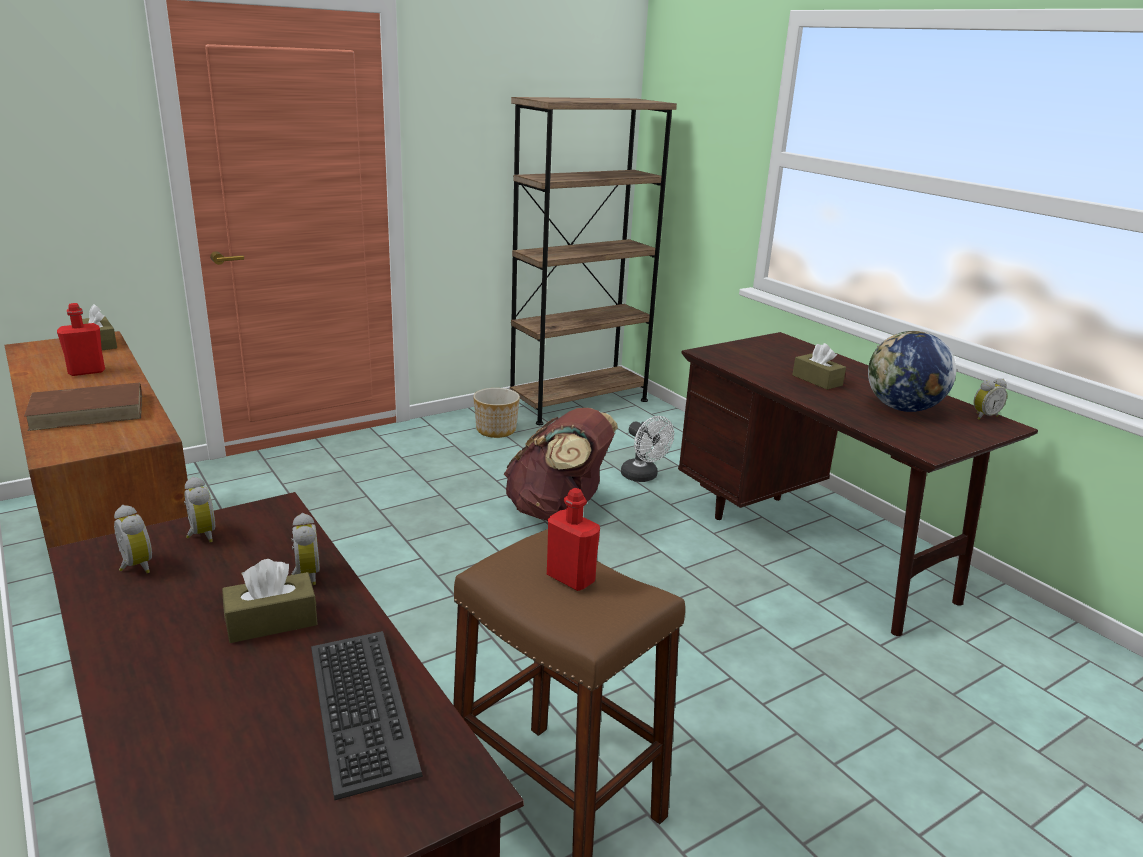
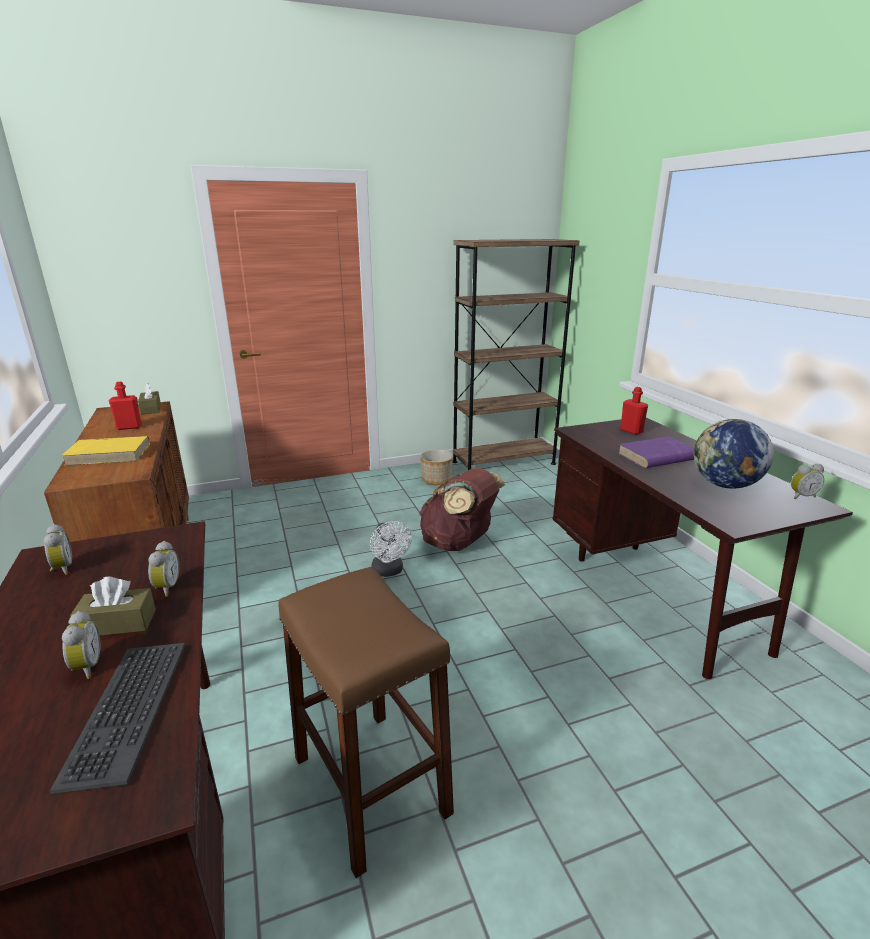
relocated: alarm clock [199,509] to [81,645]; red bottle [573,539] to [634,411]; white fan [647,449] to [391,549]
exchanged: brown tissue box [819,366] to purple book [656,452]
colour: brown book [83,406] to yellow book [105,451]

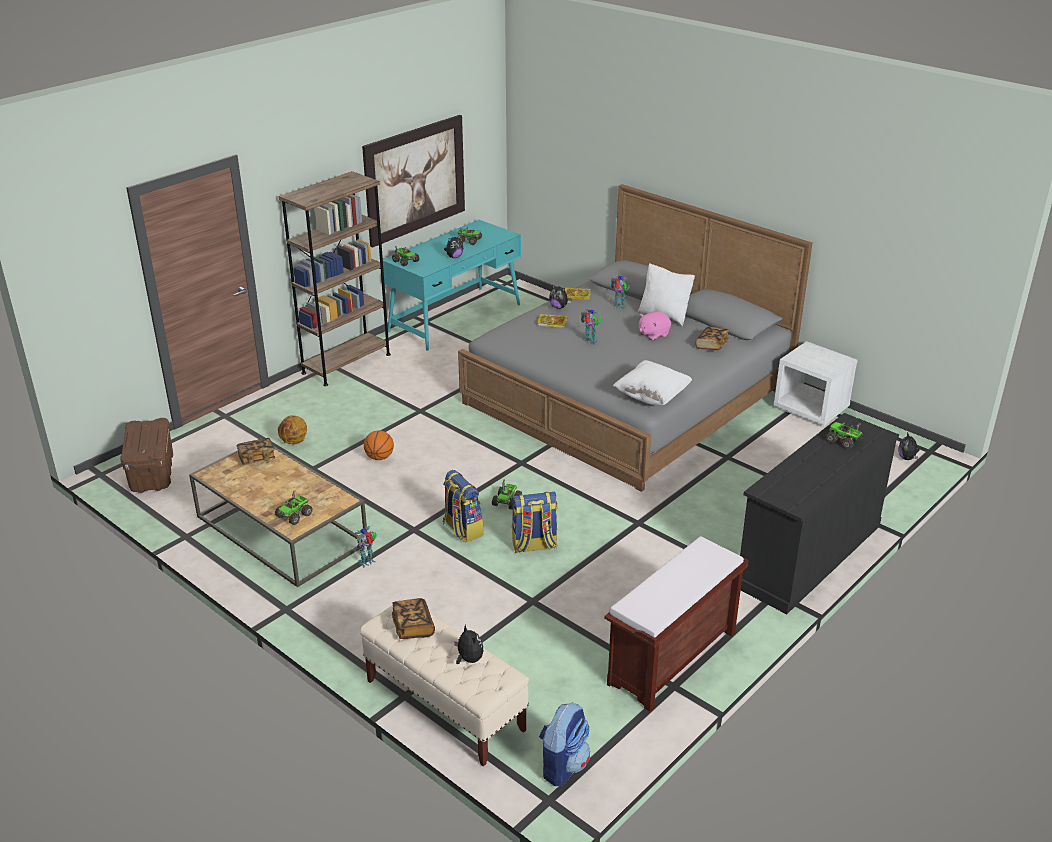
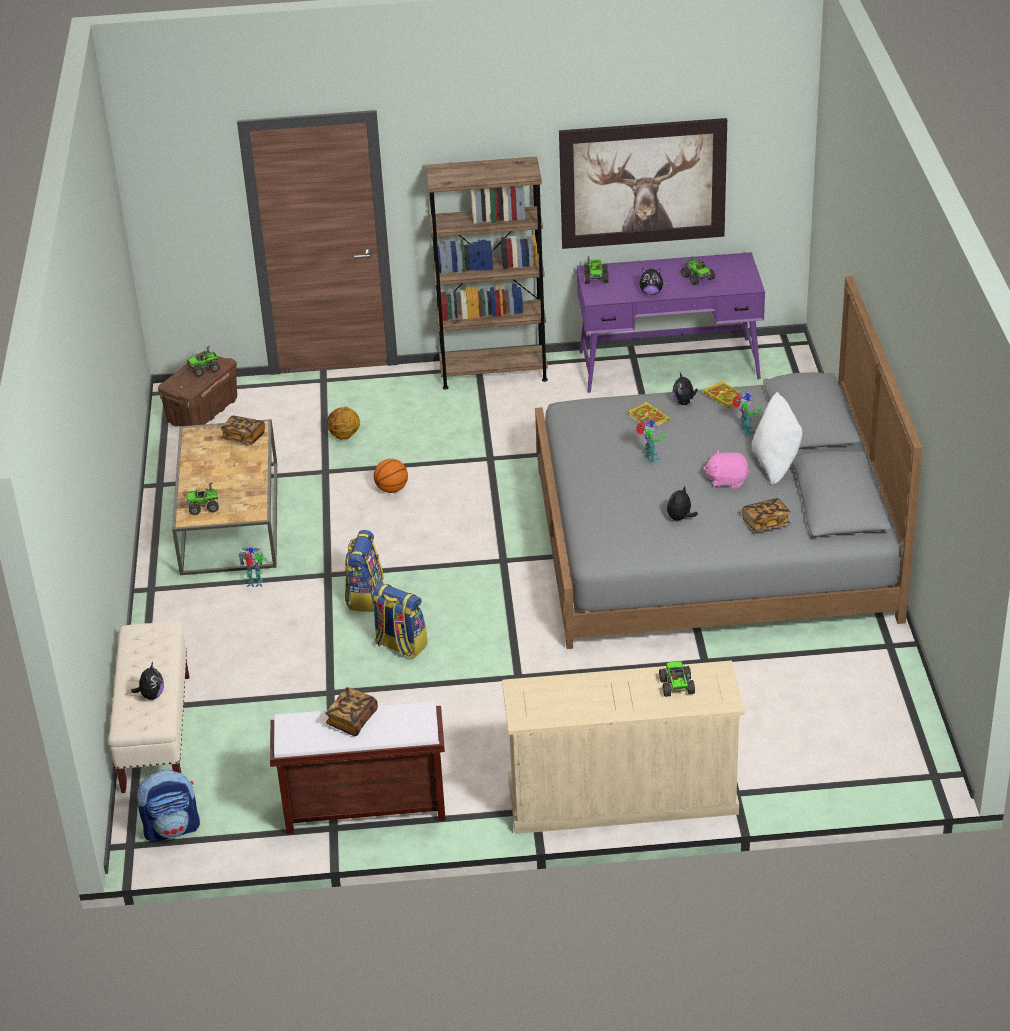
missing: white pillow [652,383]; white nightstand [816,383]
relocated: book [413,618] to [351,711]; toy truck [507,494] to [203,361]; plush toy [909,446] to [682,503]
colour: turquoise desk [452,285] to purple desk [671,322]; black dresser [819,513] to beige dresser [623,747]

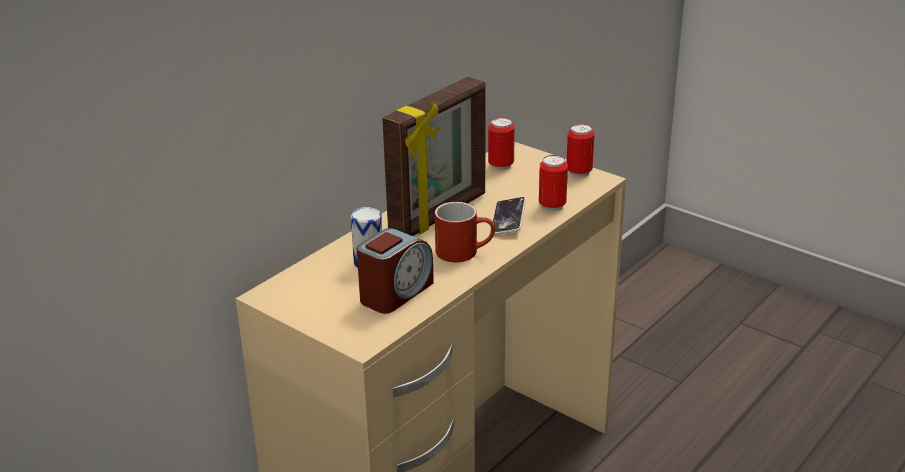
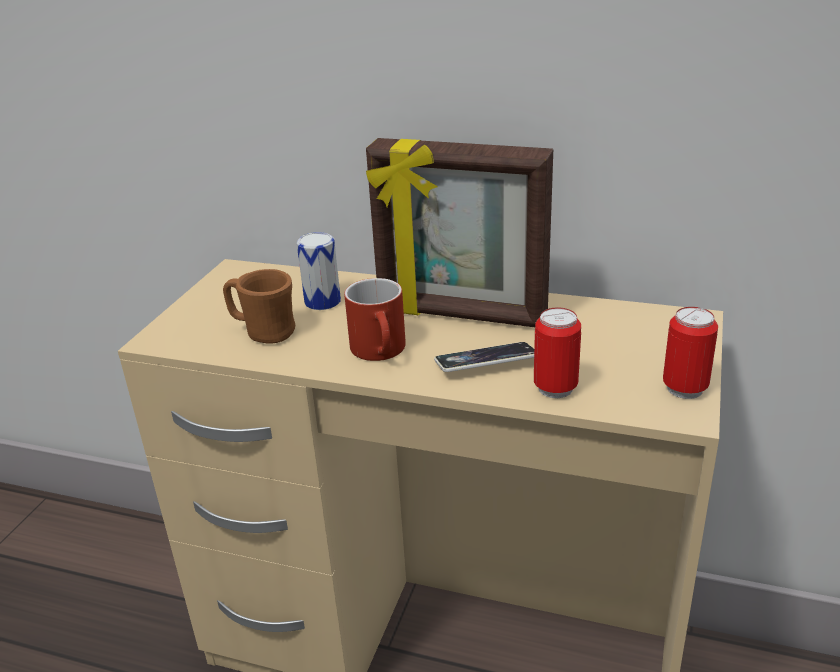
missing: can [501,144]
exchanged: alarm clock [395,271] to brown mug [259,306]

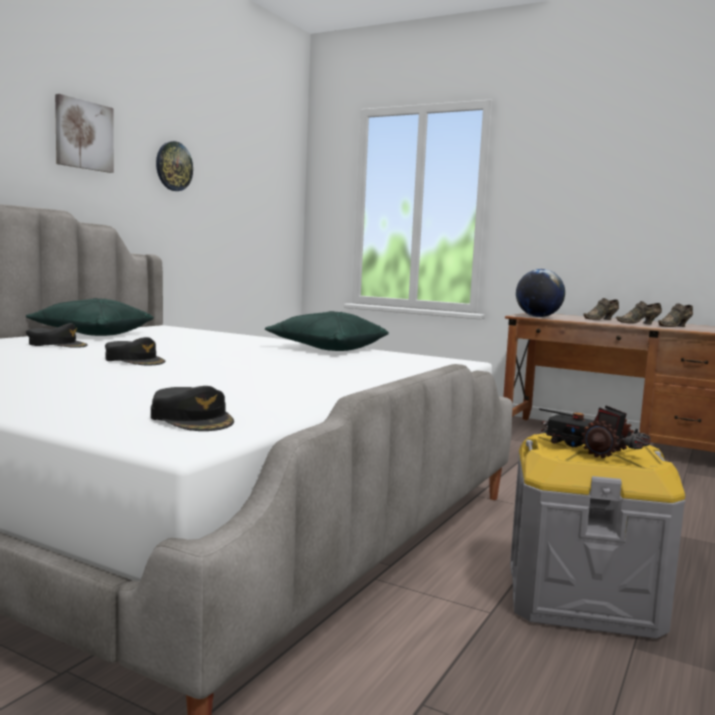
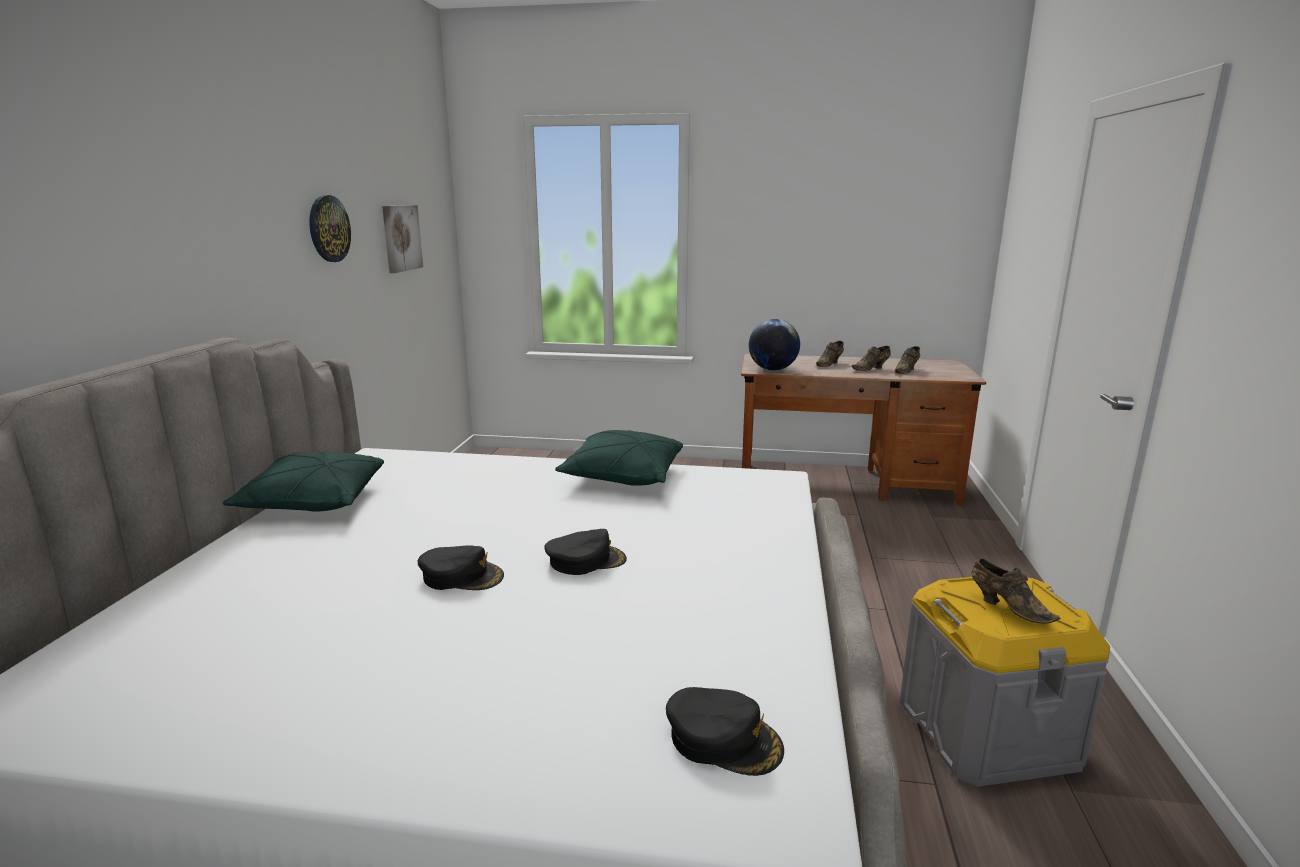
relocated: black cap [57,335] to [585,552]; picture [84,133] to [402,239]
exchanged: toy truck [595,432] to brown shoe [1016,591]

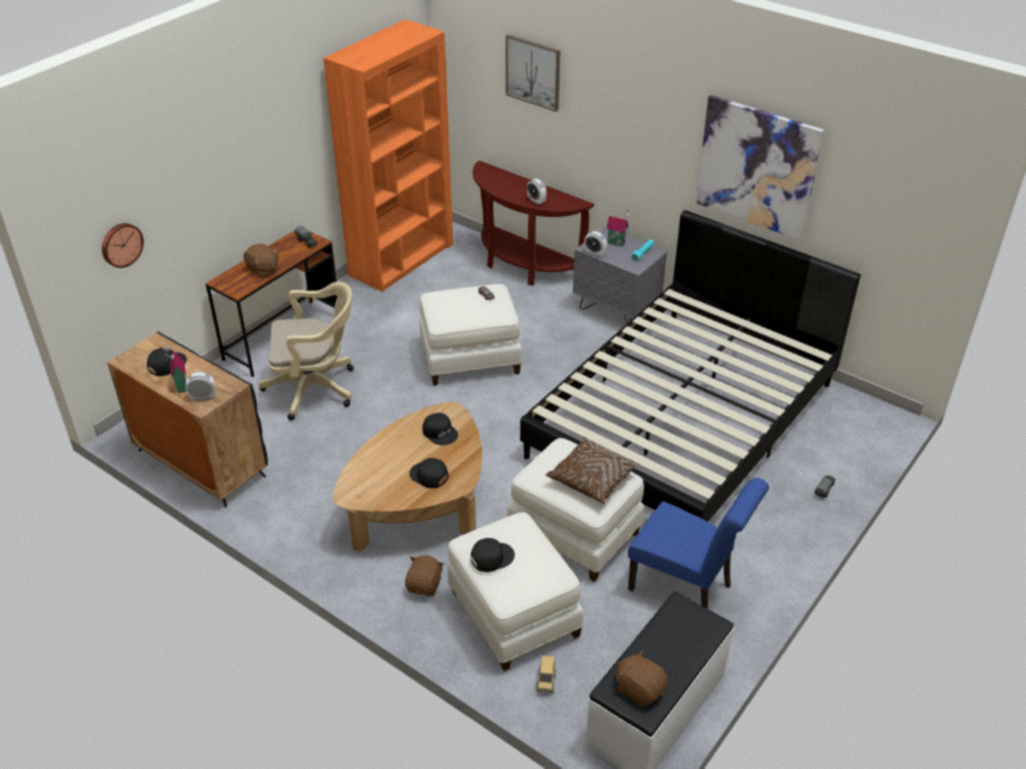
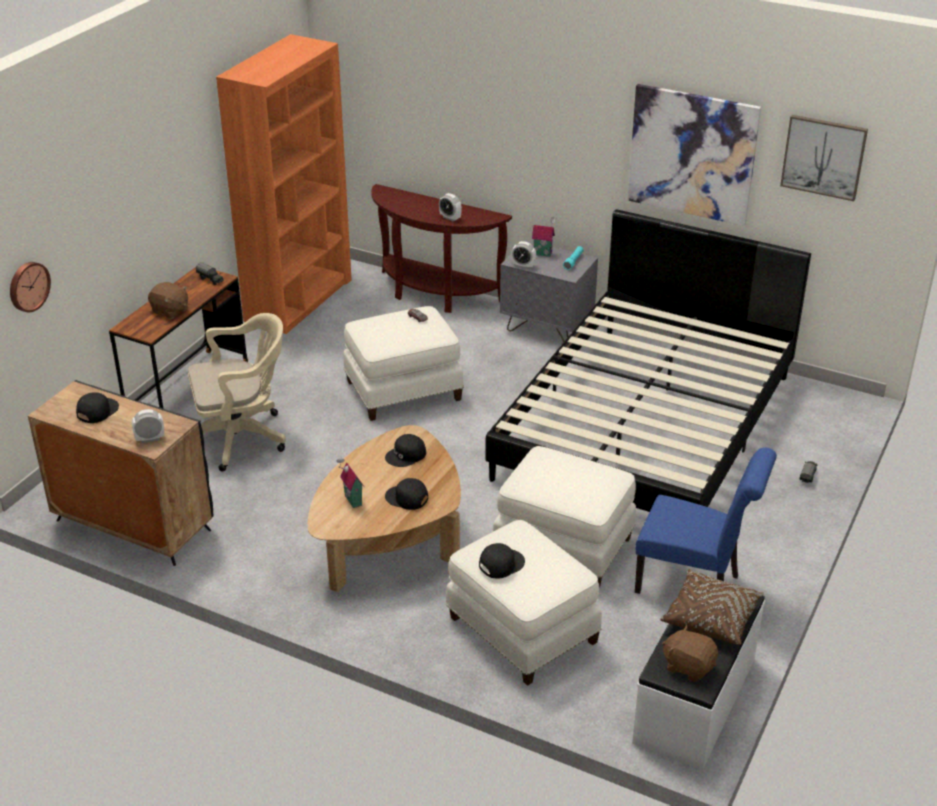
missing: brown plush toy [424,576]; toy truck [546,674]
relocated: toy house [174,369] to [350,483]; picture [533,73] to [824,158]; brown pillow [593,470] to [712,607]
spun: black cap [440,429] = [405,450] 105 degrees clockwise

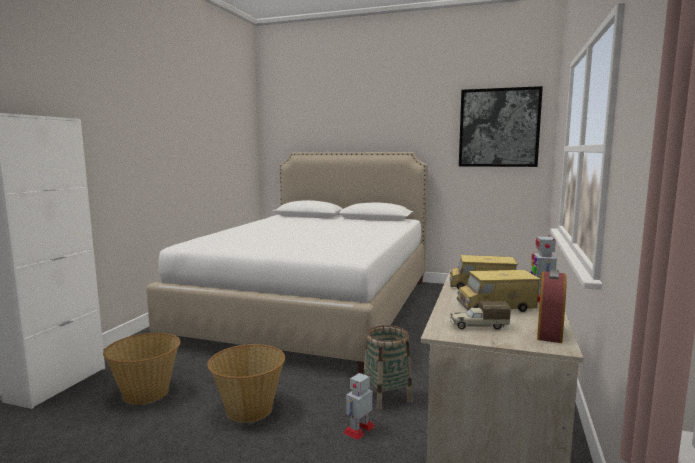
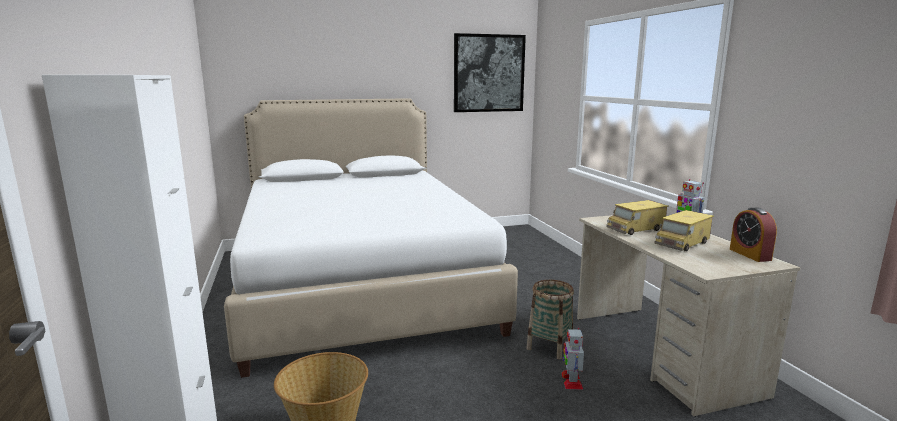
missing: basket [246,383]; toy truck [480,315]

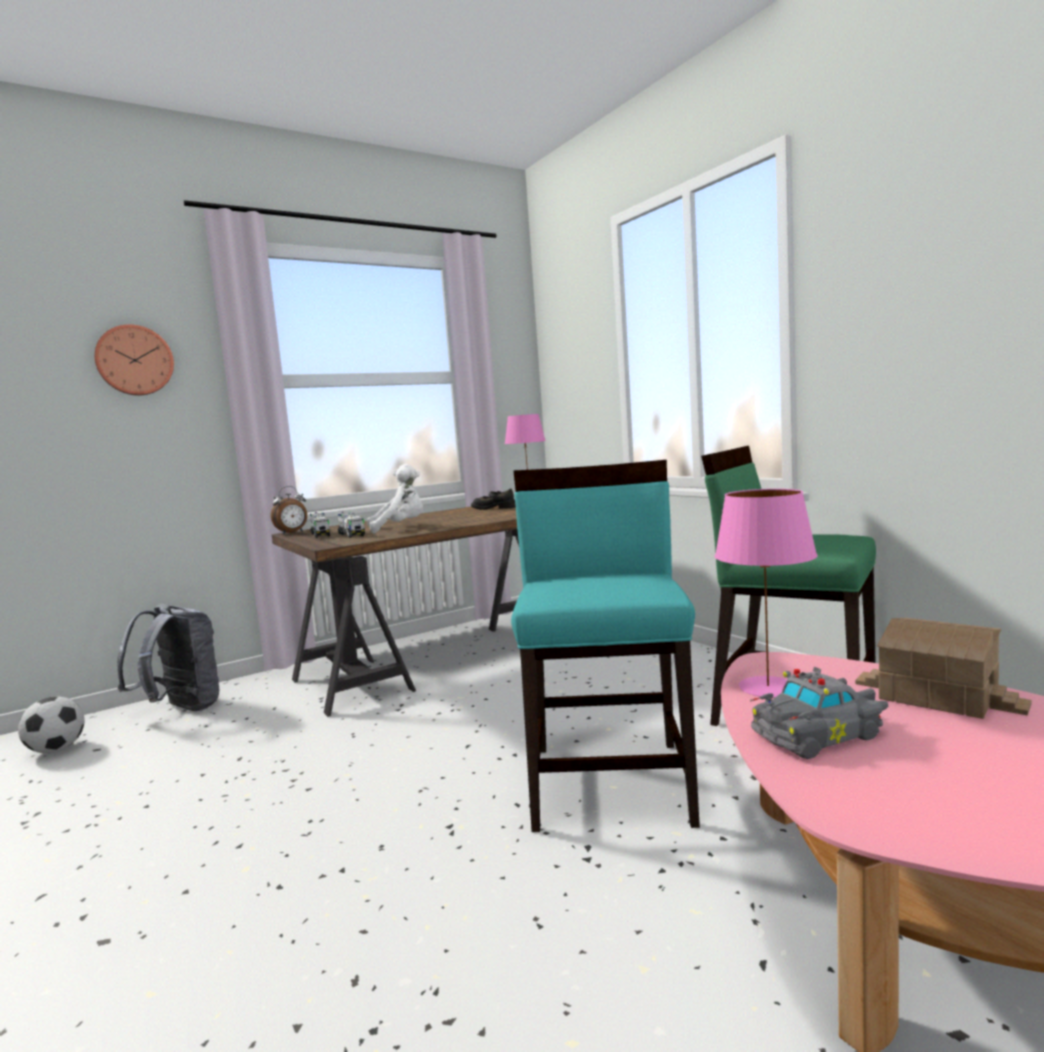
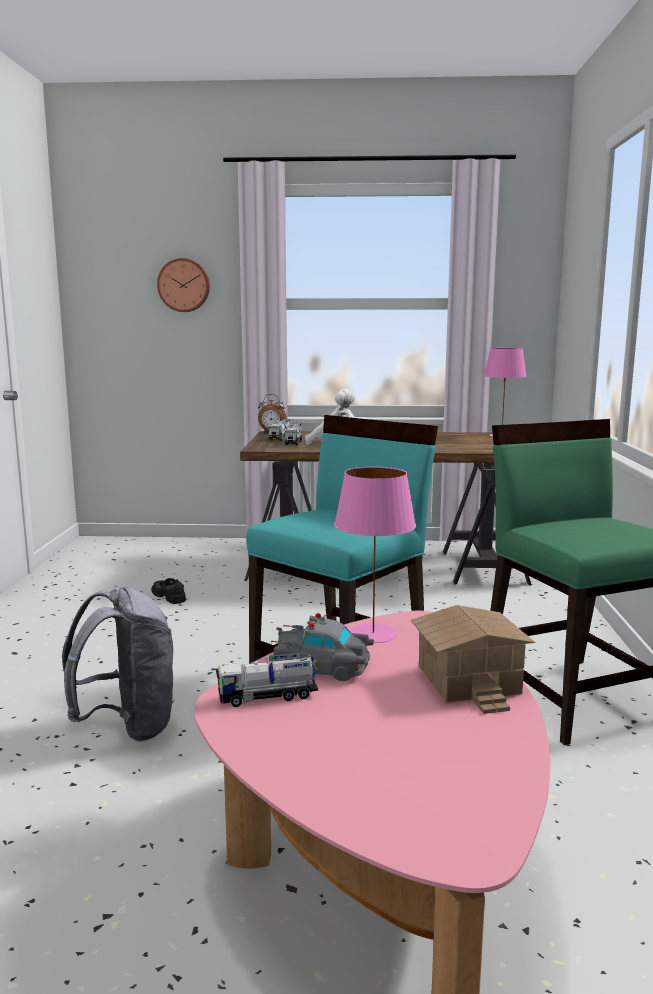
missing: football [51,724]
appeared: toy truck [267,679]
relocated: grey backpack [168,657] to [118,664]; black shoe [493,499] to [168,591]

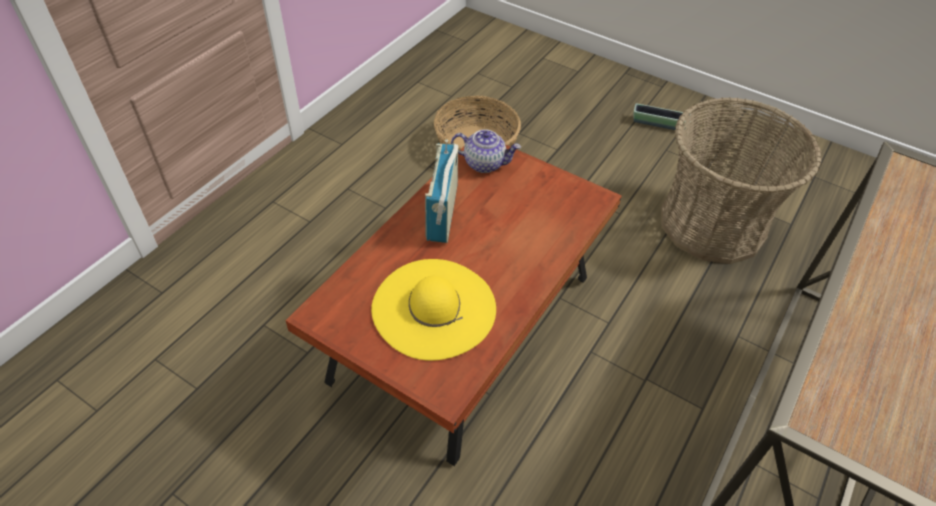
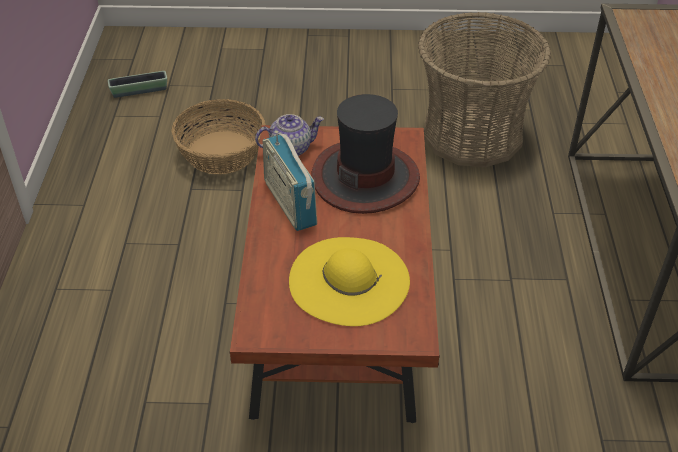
appeared: hat [366,154]
relocated: planter [662,117] to [137,84]

